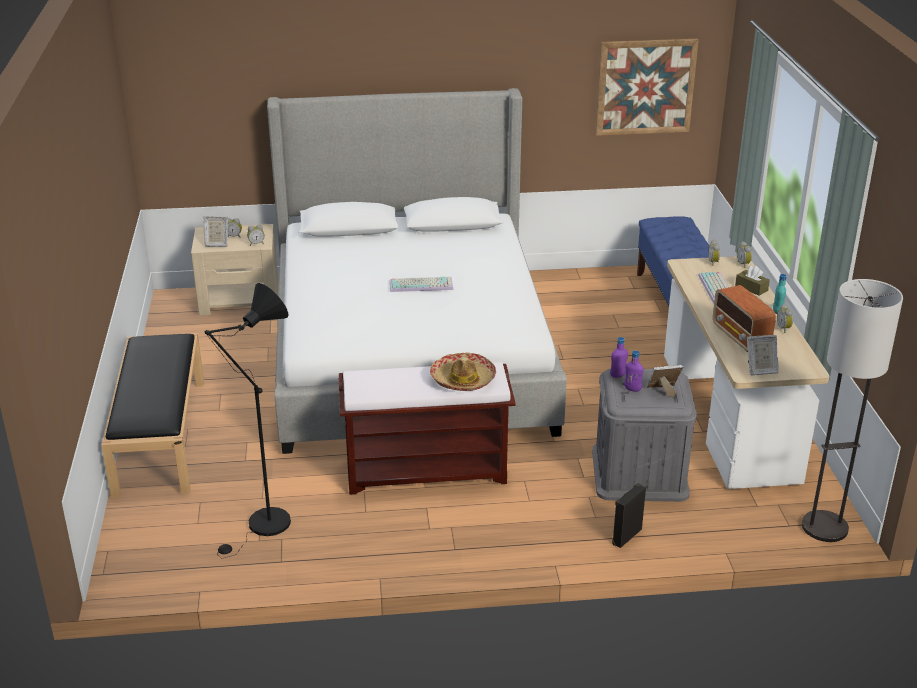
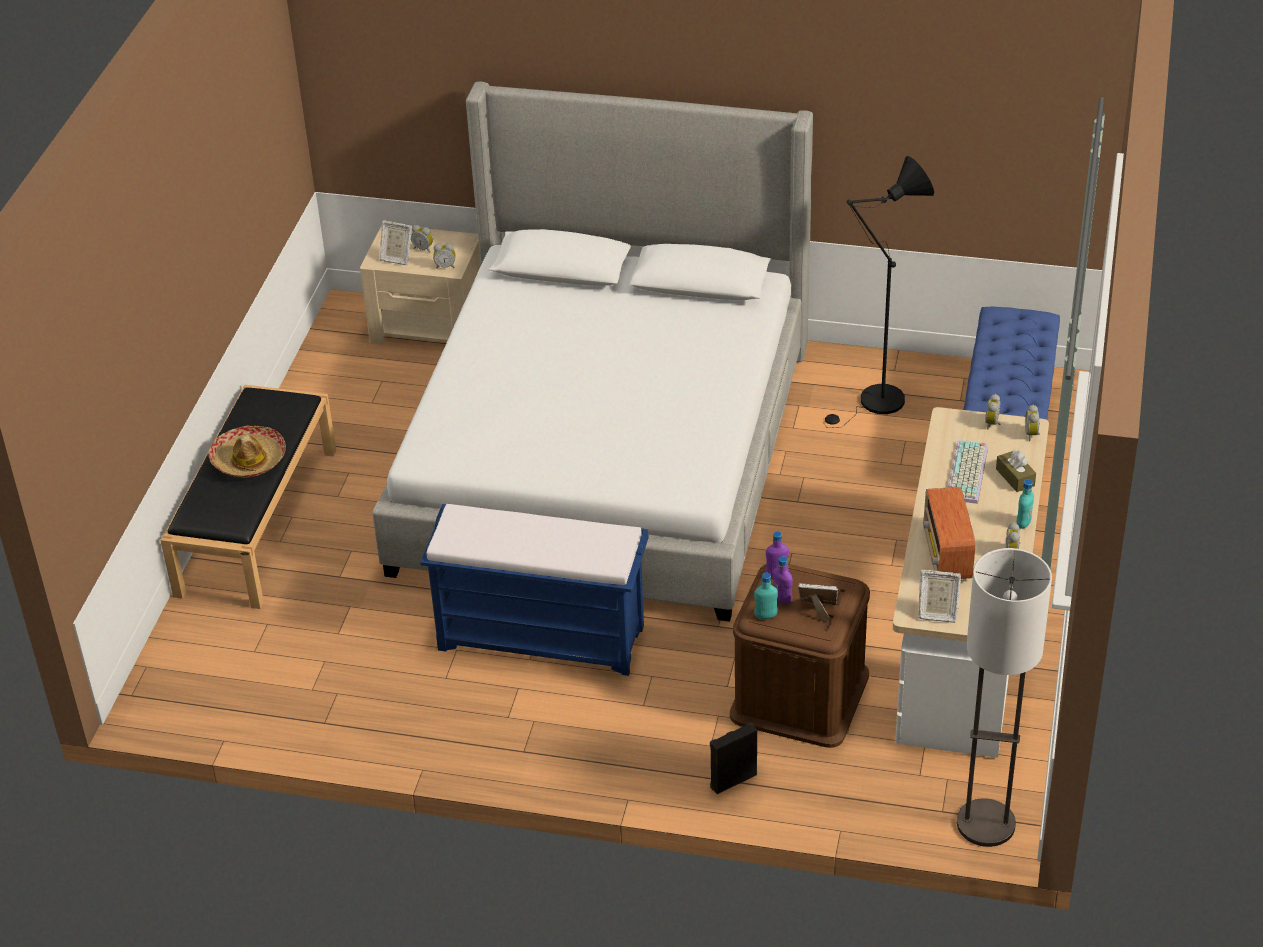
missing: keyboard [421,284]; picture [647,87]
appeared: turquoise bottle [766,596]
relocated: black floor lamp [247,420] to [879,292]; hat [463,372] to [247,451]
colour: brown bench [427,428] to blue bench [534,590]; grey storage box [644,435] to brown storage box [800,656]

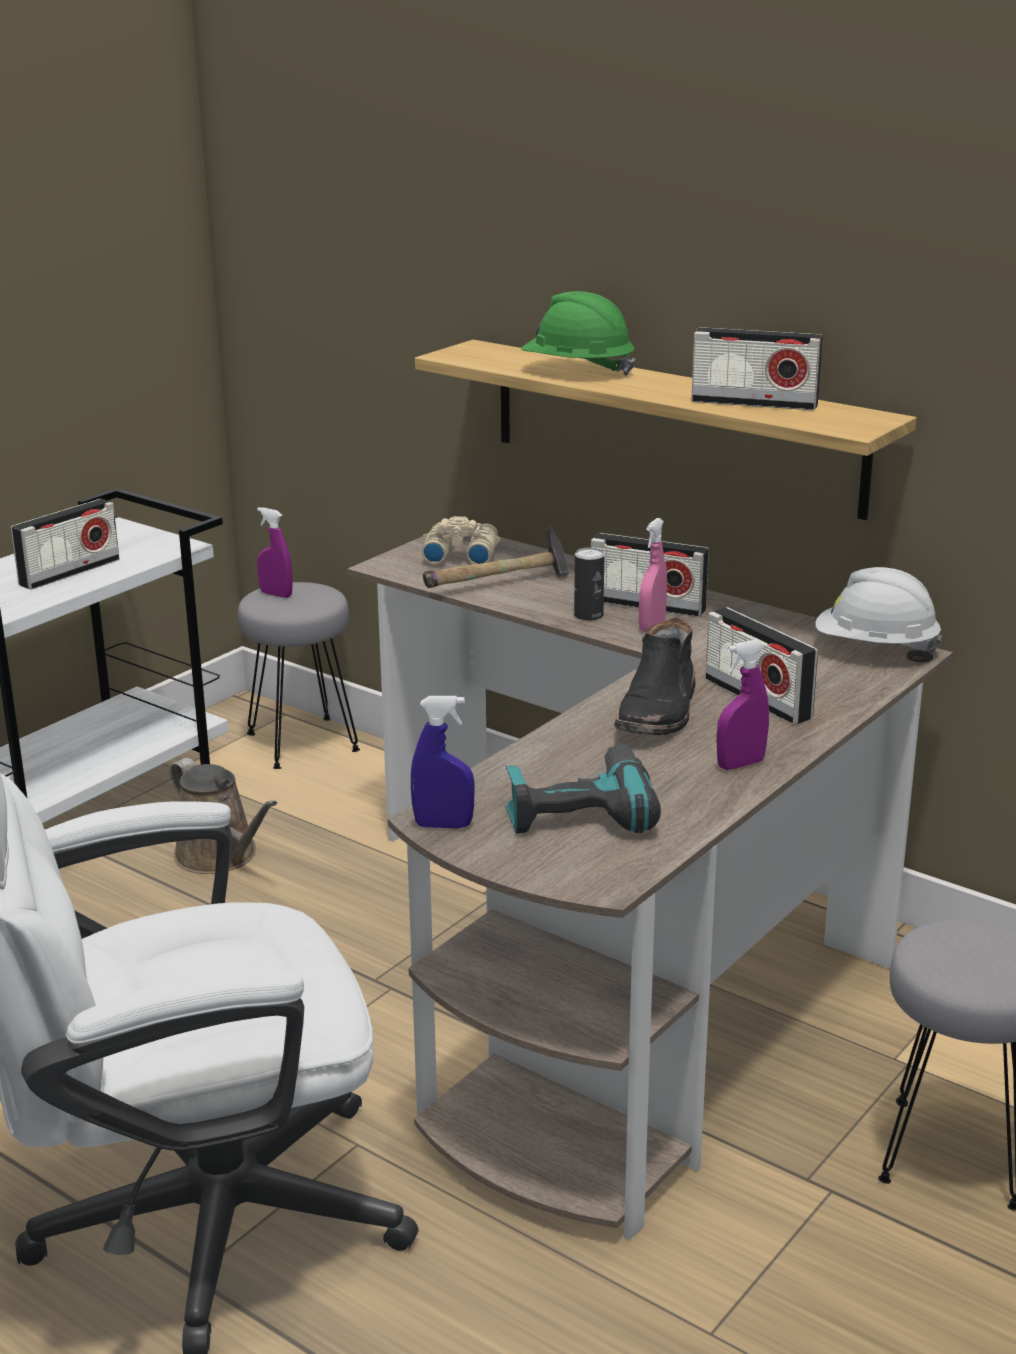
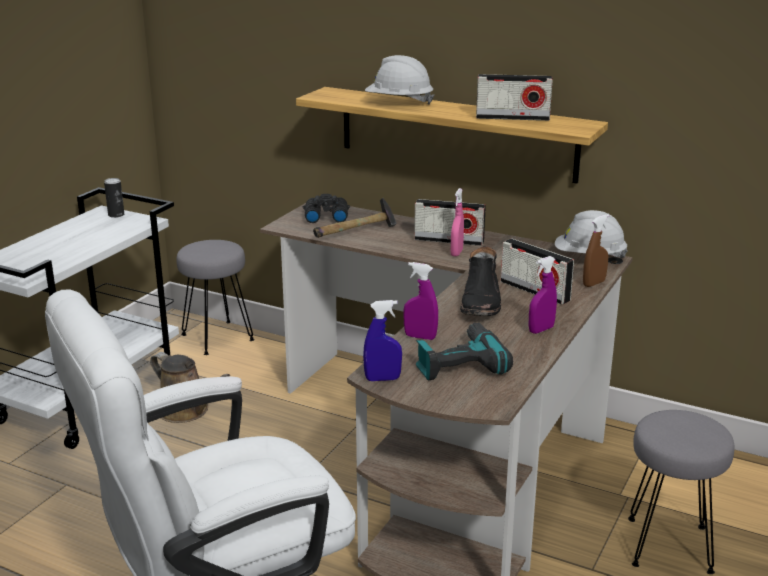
missing: radio [65,544]
appeared: brown spray bottle [596,250]
relocated: purple spray bottle [275,552] to [420,301]; can [589,584] to [114,198]
colour: beige binoculars [461,540] to black binoculars [326,208]; green hard hat [578,333] to white hard hat [399,80]

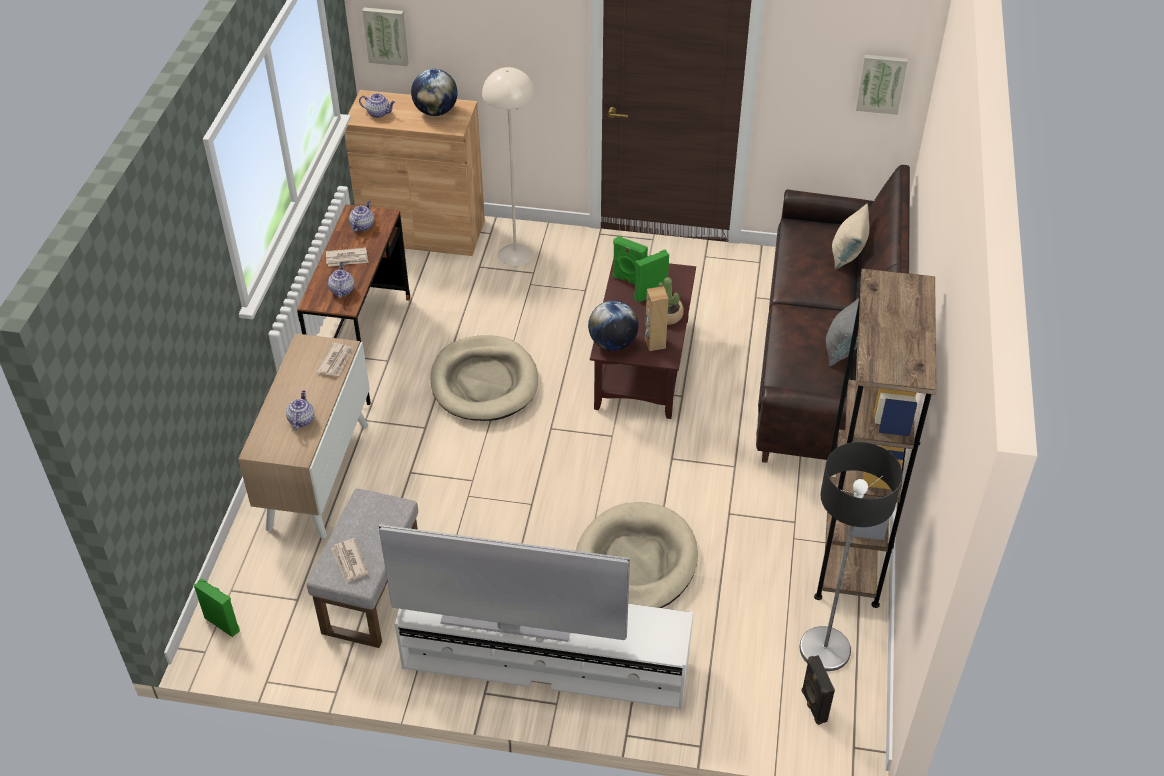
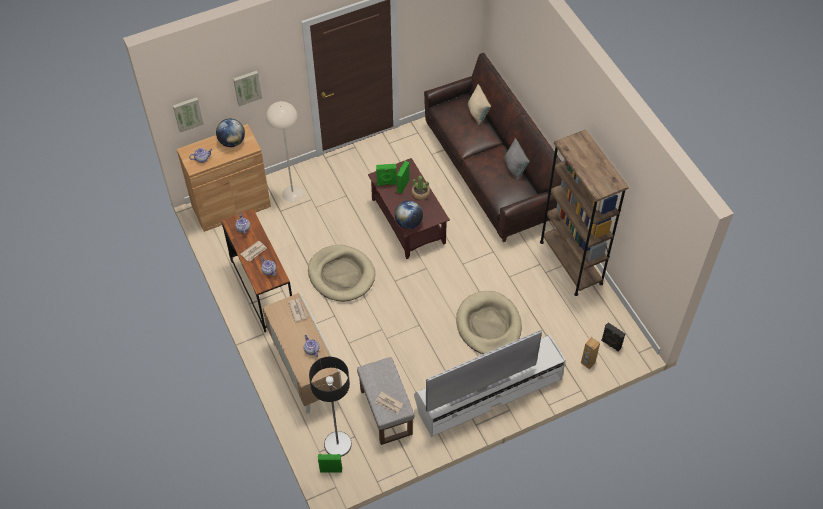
relocated: brown speaker [657,318] to [590,353]; floor lamp [851,556] to [330,407]; picture [882,85] to [247,88]

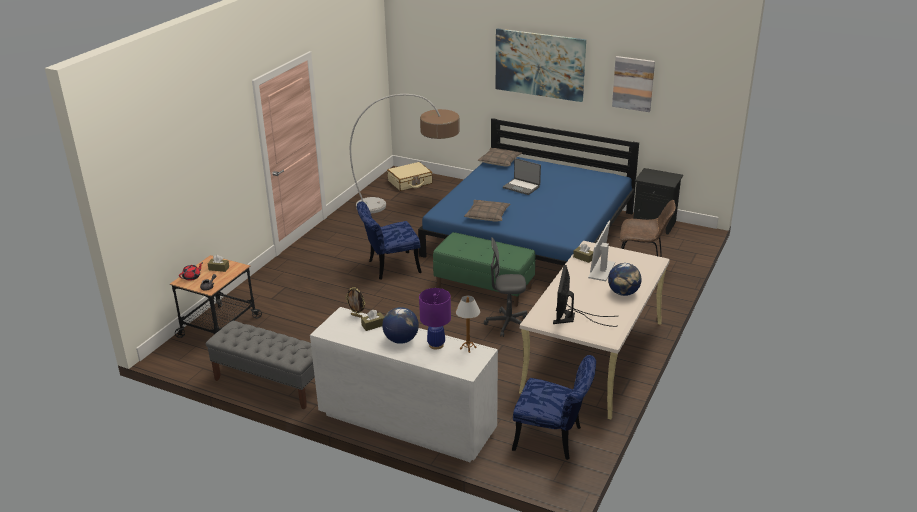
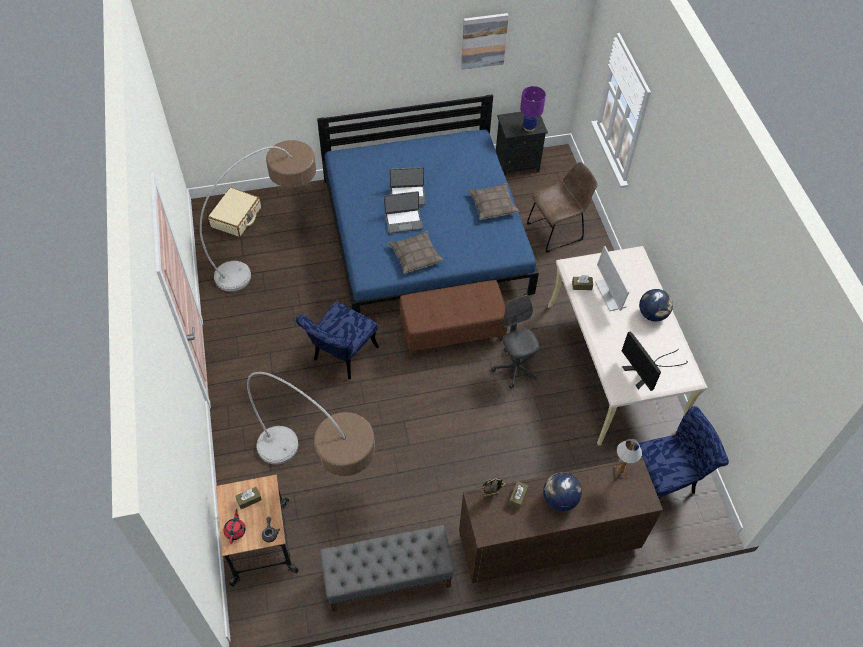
missing: picture [541,65]
appeared: floor lamp [311,424]; laptop [403,212]
relocated: purple table lamp [435,318] to [533,109]; pillow [500,157] to [493,201]
colour: white dresser [404,384] to brown dresser [561,520]; green bench [484,269] to brown bench [454,318]
spun: grey office chair [505,287] = [515,342] 105 degrees clockwise

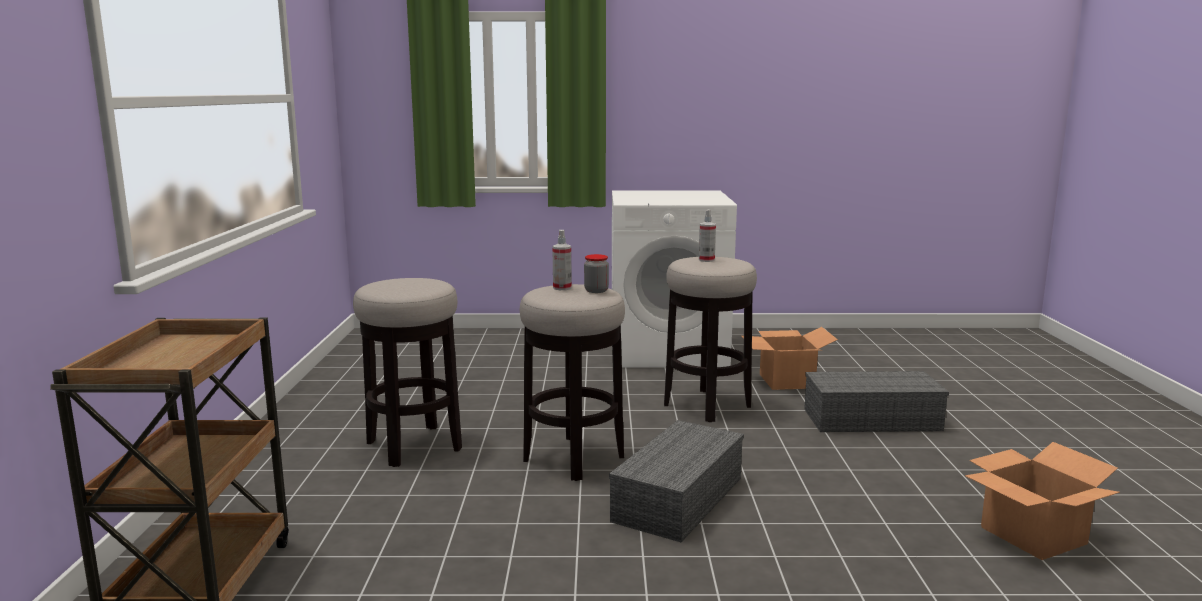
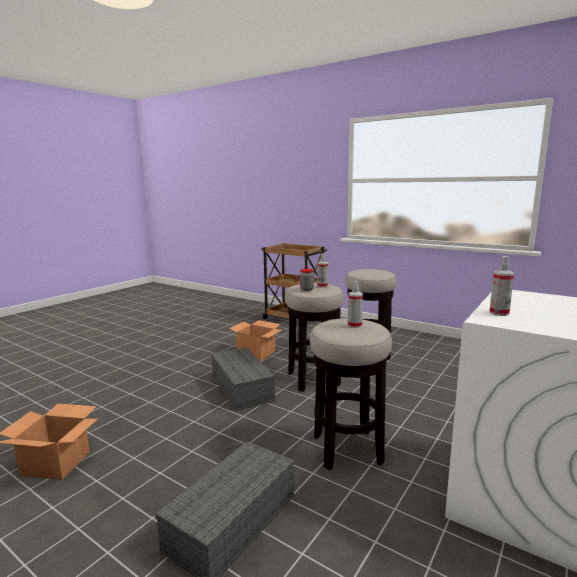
appeared: spray bottle [501,286]
relocated: cardboard box [789,358] to [255,340]

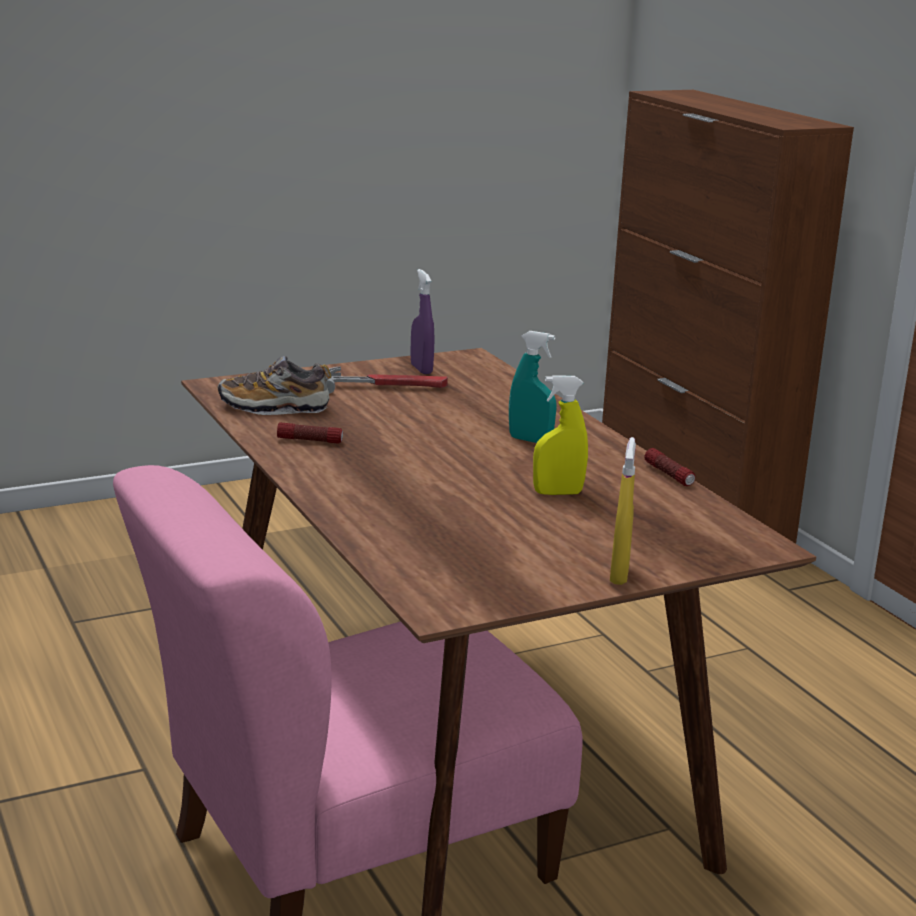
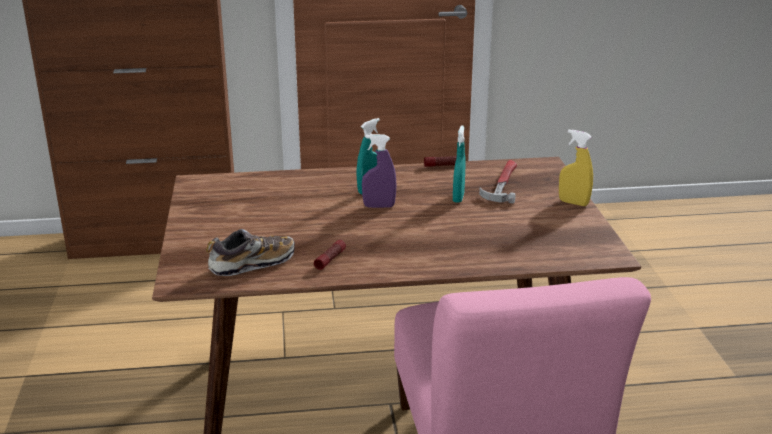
relocated: hammer [387,380] to [498,182]; purple spray bottle [422,321] to [379,171]
colour: yellow spray bottle [560,435] to turquoise spray bottle [459,164]
spun: shoe [275,385] = [250,252] 135 degrees counterclockwise

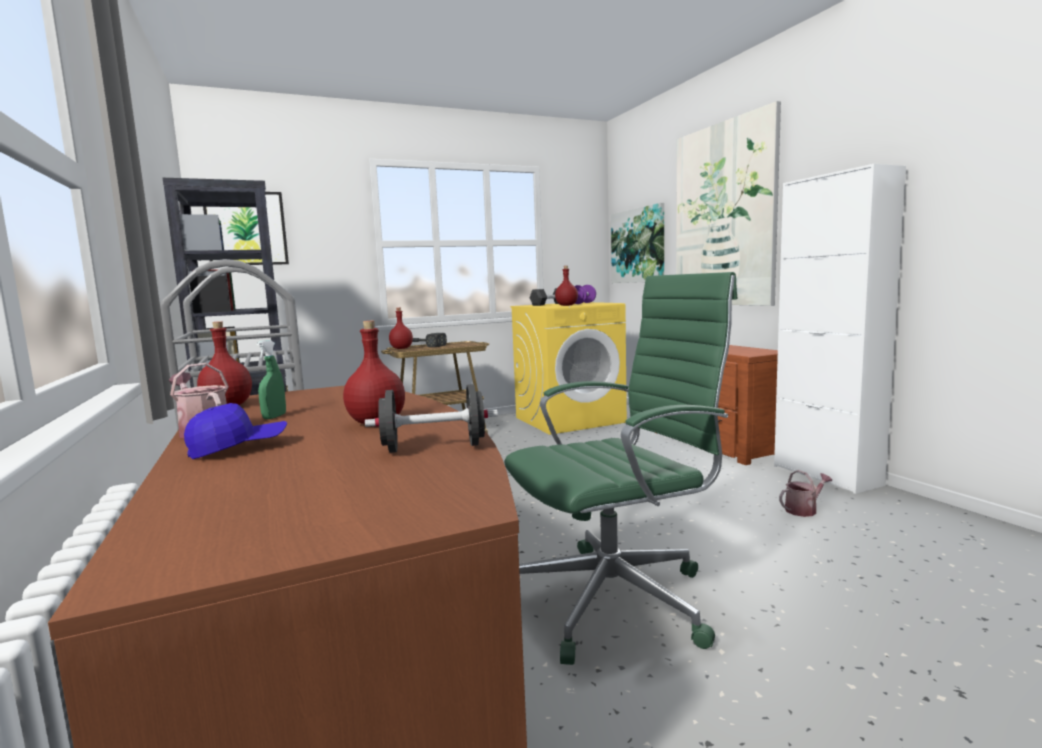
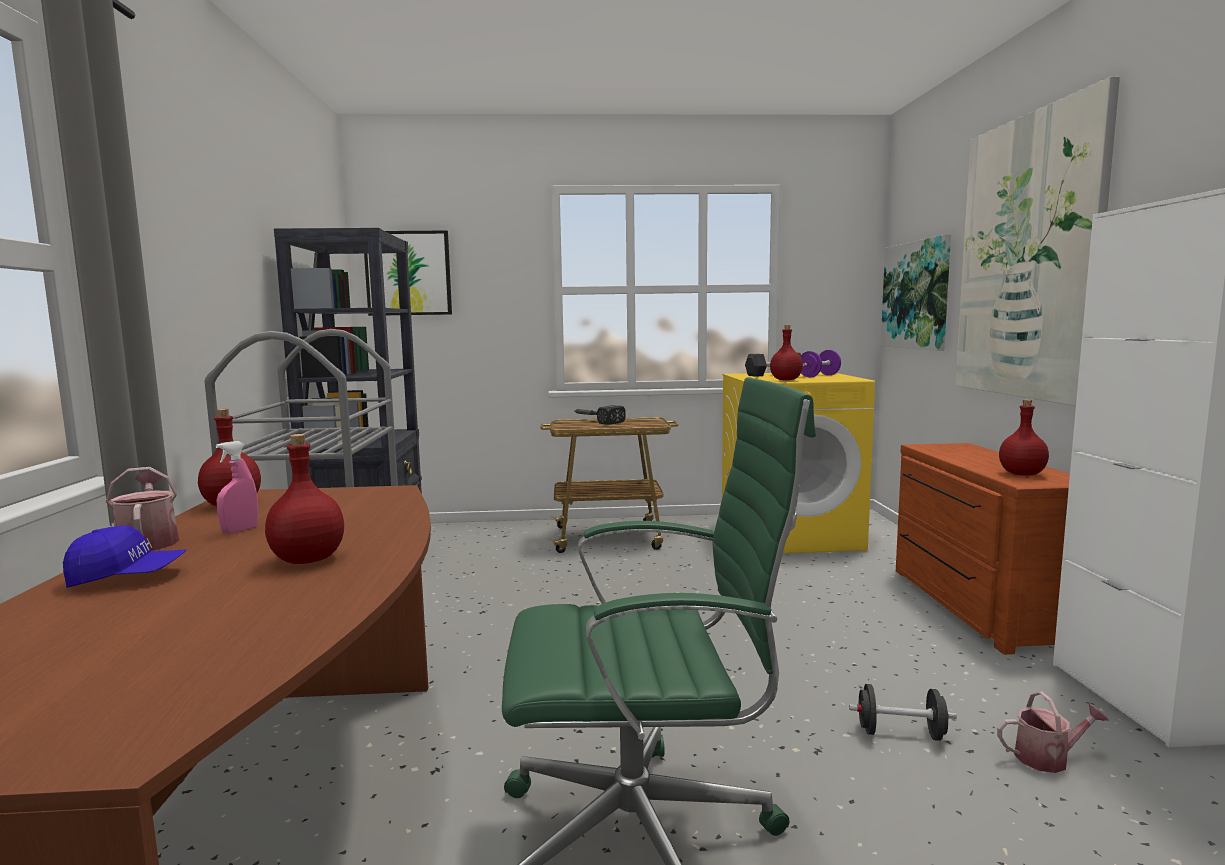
relocated: black dumbbell [431,418] to [903,712]; red bottle [401,328] to [1024,438]
colour: green spray bottle [271,379] to pink spray bottle [237,487]

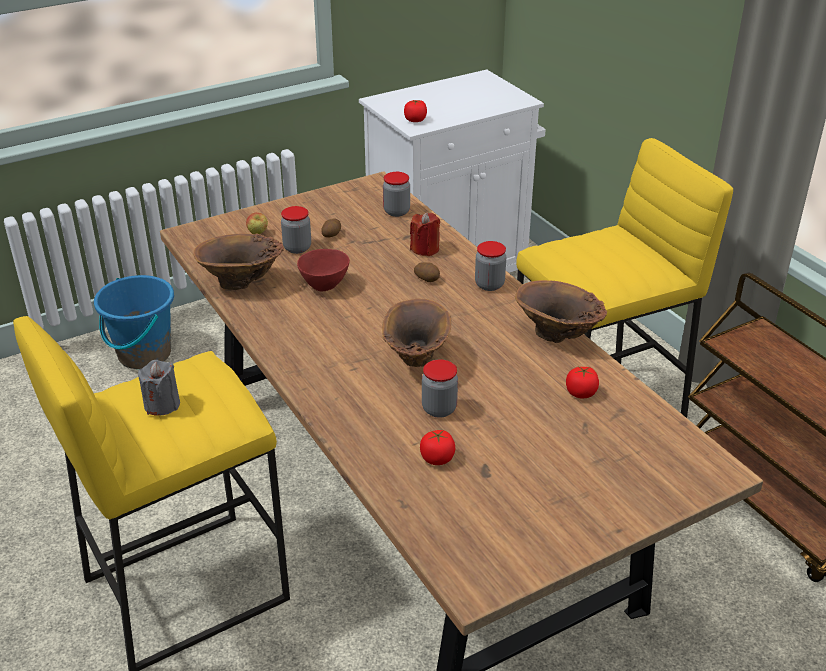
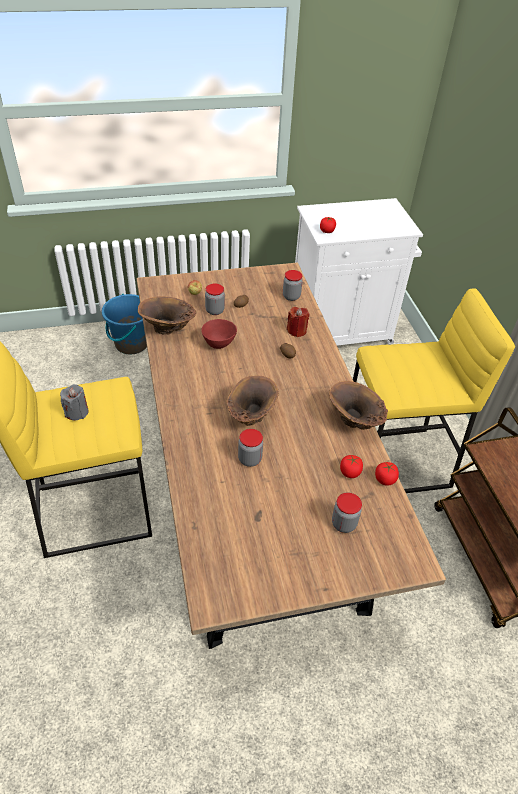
relocated: tomato [437,447] to [387,474]; jar [490,266] to [347,512]

